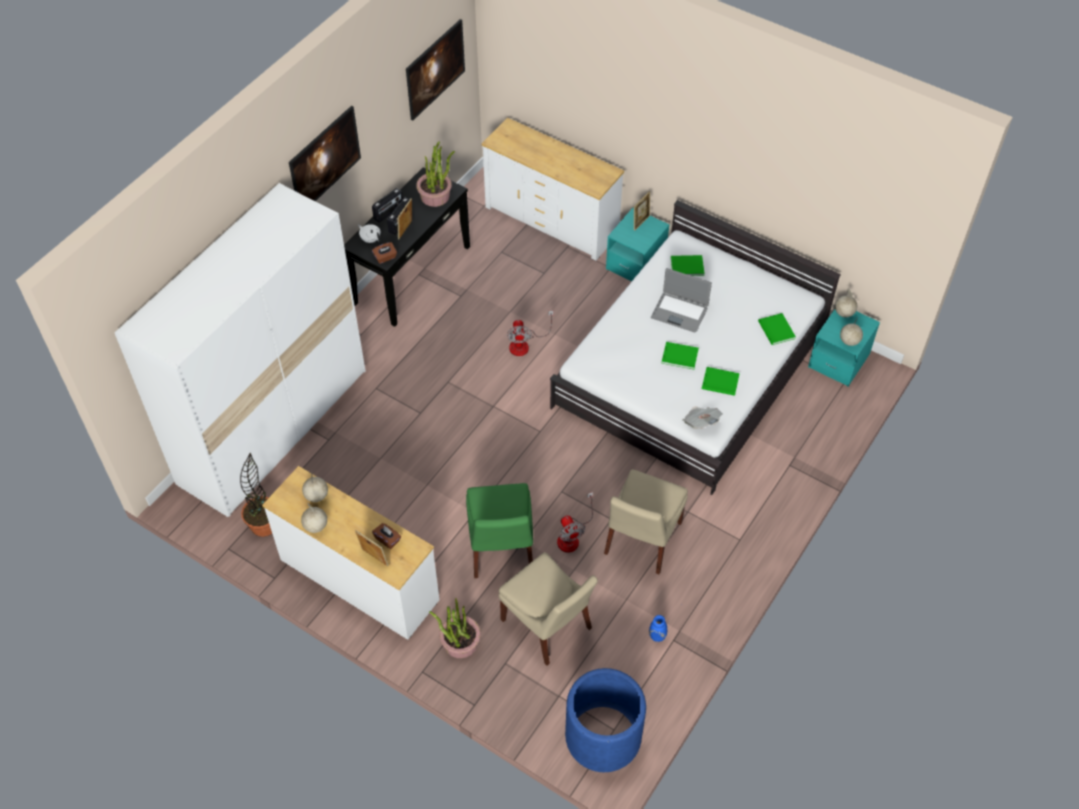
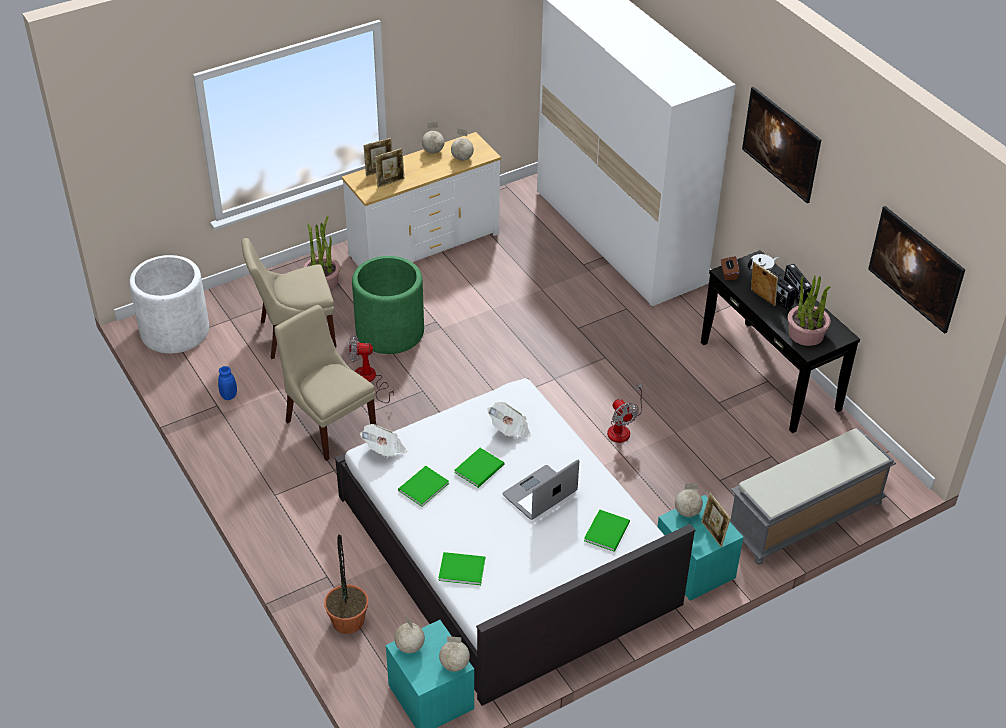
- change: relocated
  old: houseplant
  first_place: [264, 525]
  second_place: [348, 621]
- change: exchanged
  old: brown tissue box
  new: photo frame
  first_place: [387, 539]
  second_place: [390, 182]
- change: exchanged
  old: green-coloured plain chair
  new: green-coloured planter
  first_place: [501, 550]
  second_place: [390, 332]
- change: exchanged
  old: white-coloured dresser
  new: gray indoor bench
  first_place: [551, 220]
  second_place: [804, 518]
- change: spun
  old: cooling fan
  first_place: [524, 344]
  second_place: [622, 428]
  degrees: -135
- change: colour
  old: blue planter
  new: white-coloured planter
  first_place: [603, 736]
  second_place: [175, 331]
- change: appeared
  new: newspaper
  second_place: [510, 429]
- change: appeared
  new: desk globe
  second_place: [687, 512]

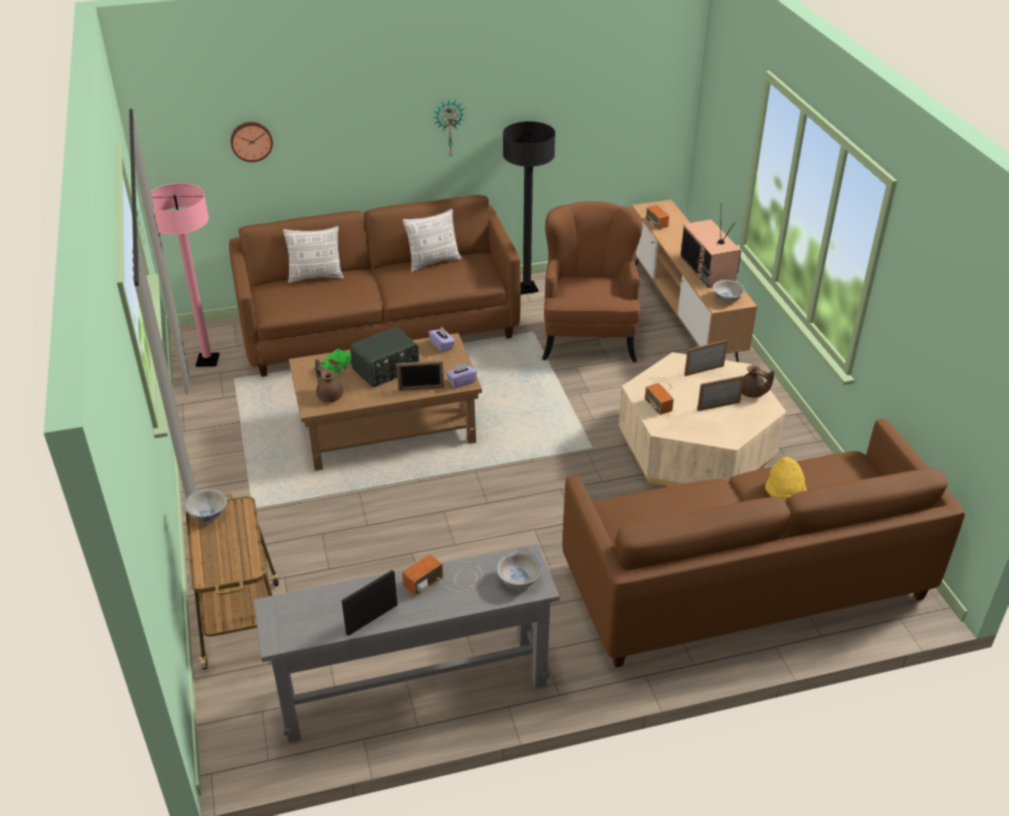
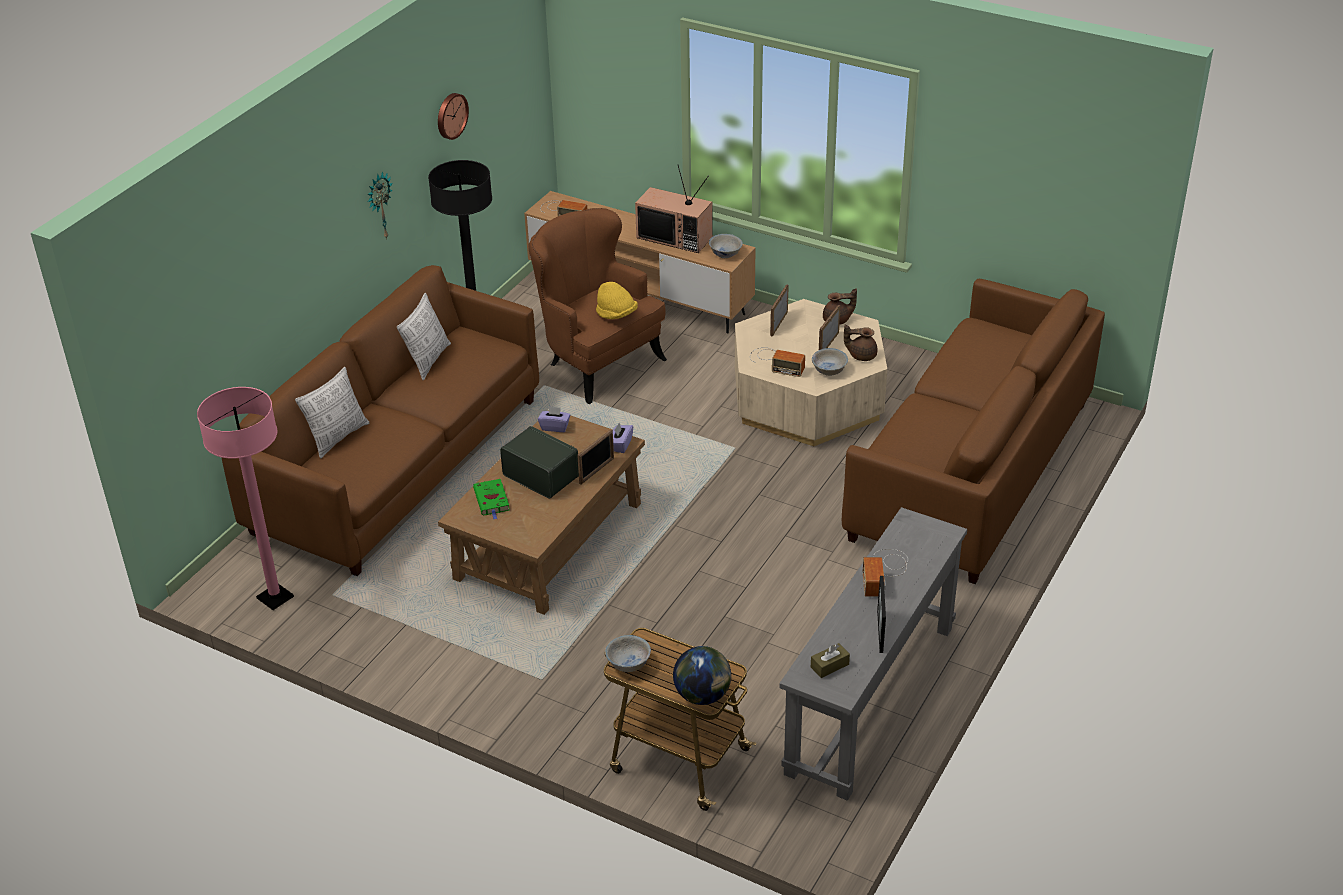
- change: relocated
  old: wall clock
  first_place: [251, 141]
  second_place: [450, 115]
- change: relocated
  old: brown tea pot
  first_place: [329, 395]
  second_place: [861, 355]
- change: spun
  old: radio
  first_place: [386, 370]
  second_place: [542, 475]
  degrees: -60
- change: relocated
  old: white-coloured serving bowl
  first_place: [519, 579]
  second_place: [829, 370]
- change: relocated
  old: yellow-coloured wearable hat
  first_place: [784, 494]
  second_place: [616, 314]
- change: appeared
  new: desk globe
  second_place: [702, 695]
- change: appeared
  new: brown tissue box
  second_place: [829, 666]

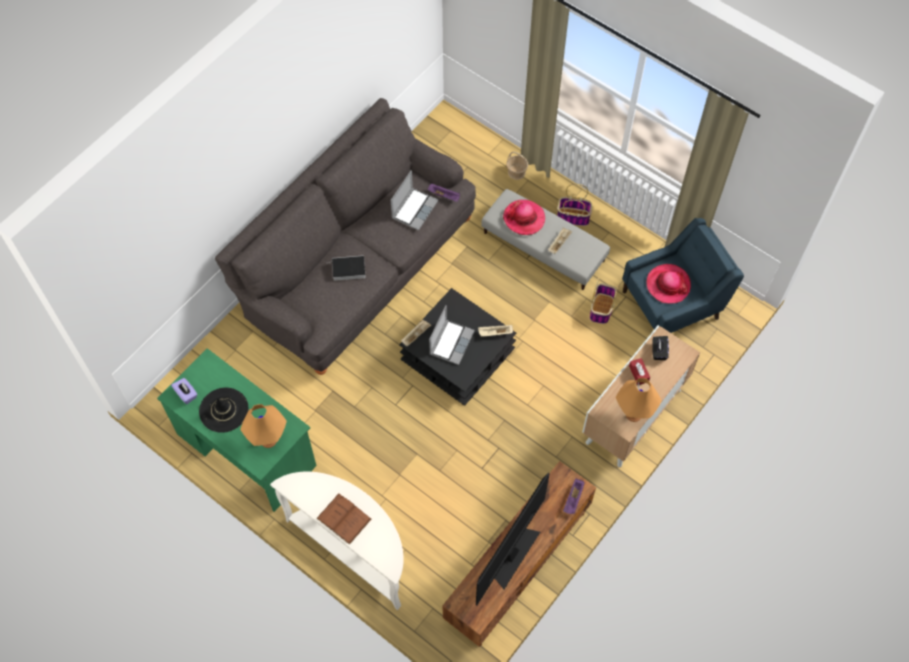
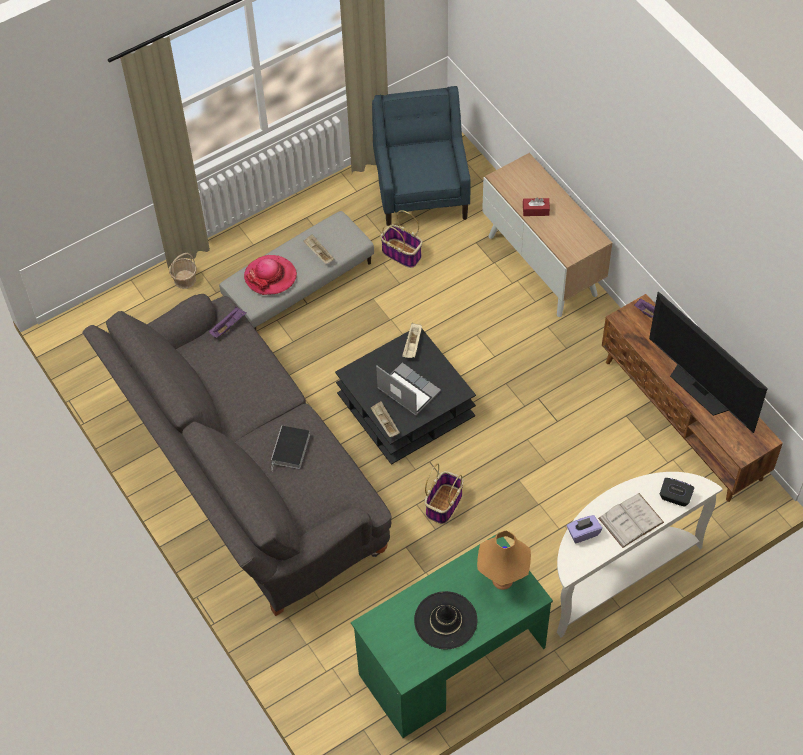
- change: relocated
  old: purplish tissue box
  first_place: [186, 394]
  second_place: [583, 533]
- change: colour
  old: brown book
  new: white-coloured book
  first_place: [344, 518]
  second_place: [631, 520]
- change: missing
  old: laptop
  first_place: [414, 209]
- change: relocated
  old: basket
  first_place: [573, 217]
  second_place: [444, 503]
- change: missing
  old: orangey tabletop lamp
  first_place: [633, 414]
- change: missing
  old: wearable hat
  first_place: [668, 285]
- change: relocated
  old: black tissue box
  first_place: [658, 351]
  second_place: [675, 497]

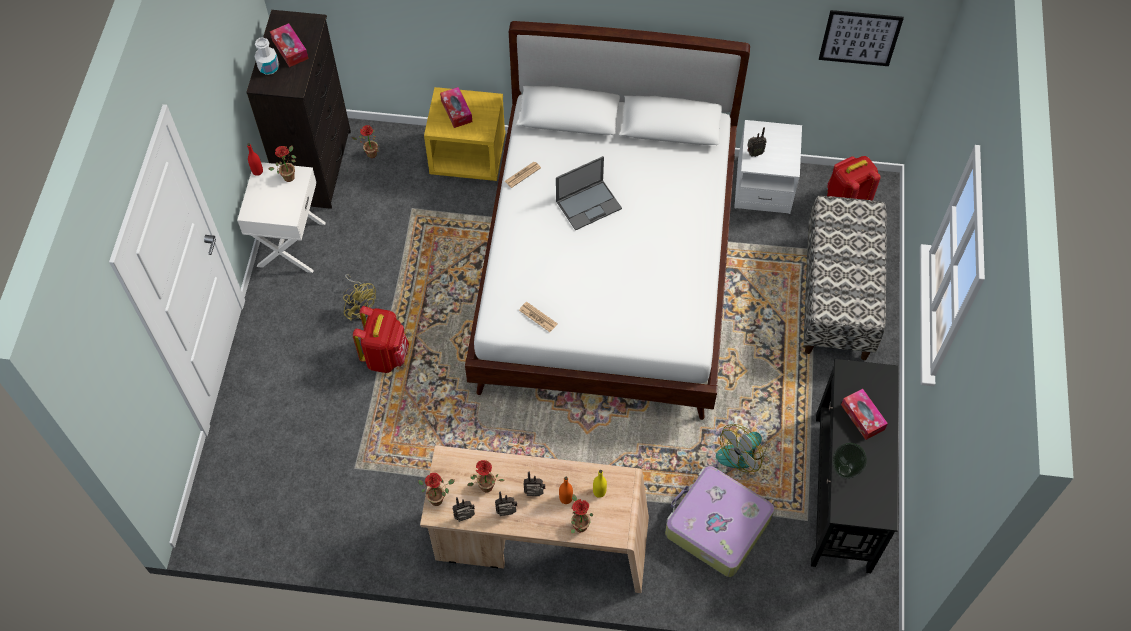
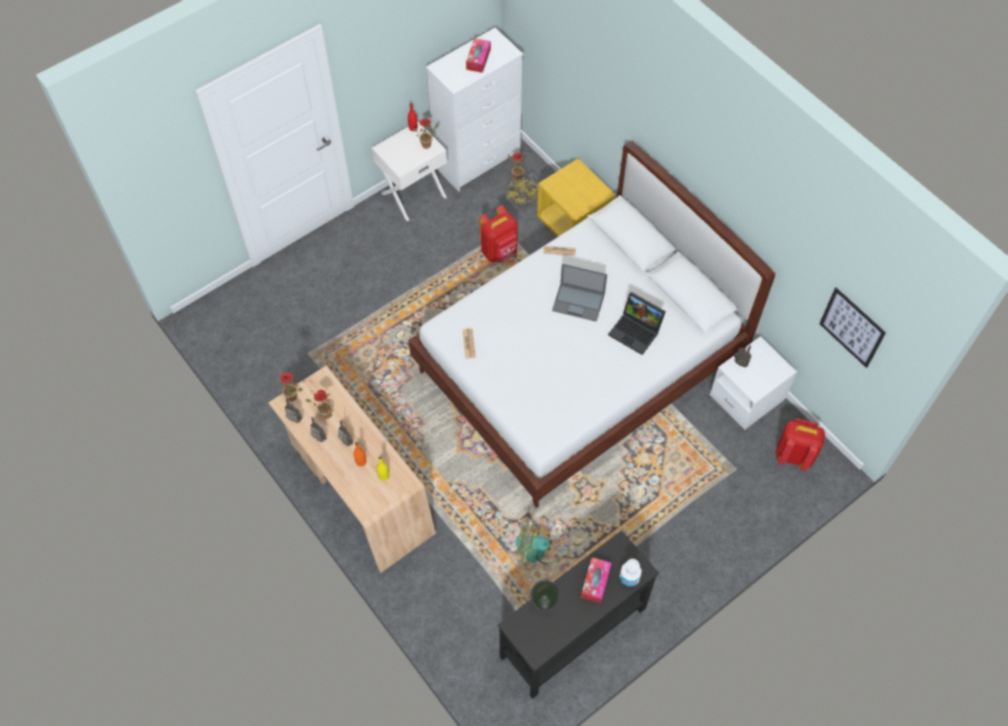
- change: colour
  old: black dresser
  new: white-coloured dresser
  first_place: [318, 166]
  second_place: [478, 160]
- change: relocated
  old: white-coloured drink bottle
  first_place: [269, 67]
  second_place: [629, 577]
- change: relocated
  old: yellow-coloured cooling fan
  first_place: [359, 306]
  second_place: [524, 198]
- change: relocated
  old: reddish rucksack
  first_place: [385, 356]
  second_place: [500, 252]
- change: missing
  old: tissue box
  first_place: [456, 111]
- change: missing
  old: houseplant
  first_place: [578, 524]
- change: missing
  old: travel case
  first_place: [716, 526]
- change: missing
  old: indoor bench
  first_place: [838, 297]
- change: appeared
  new: laptop
  second_place: [636, 331]

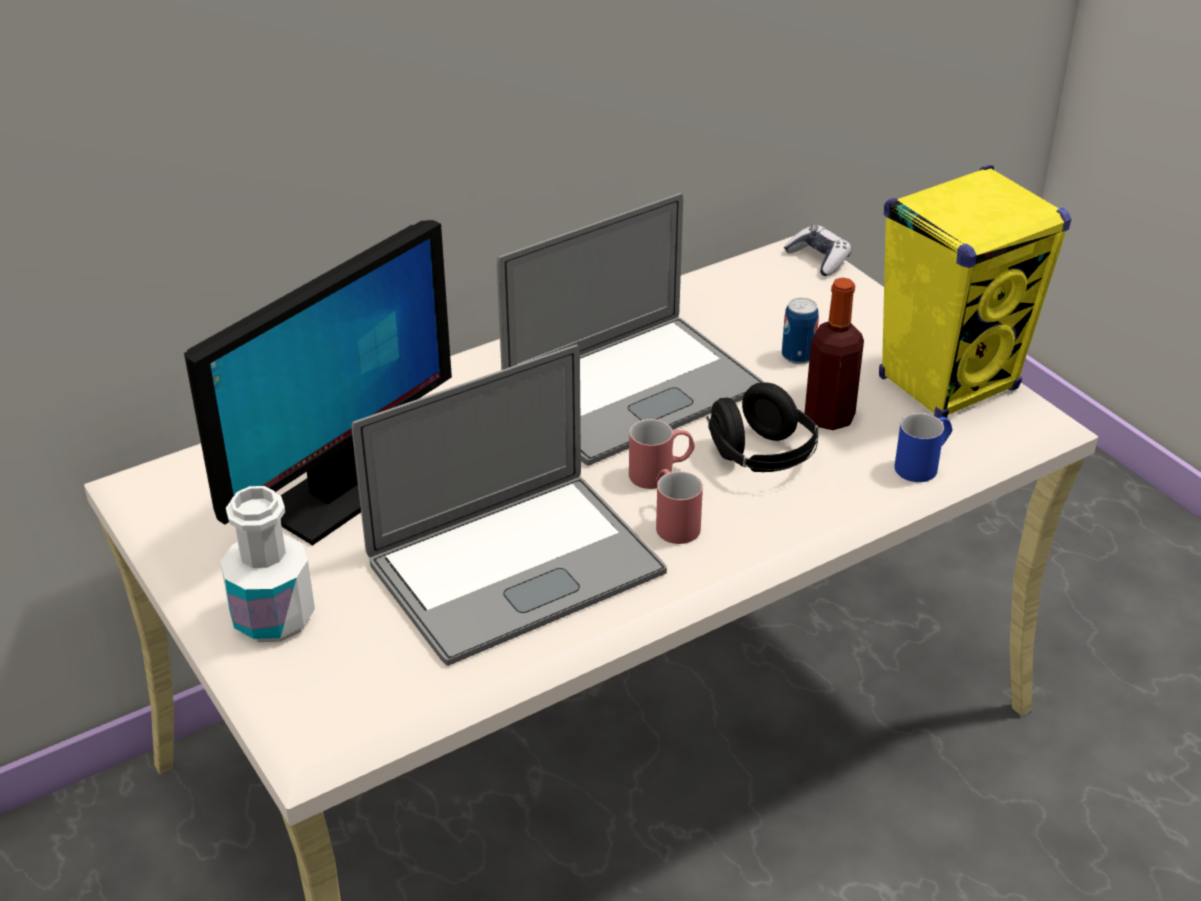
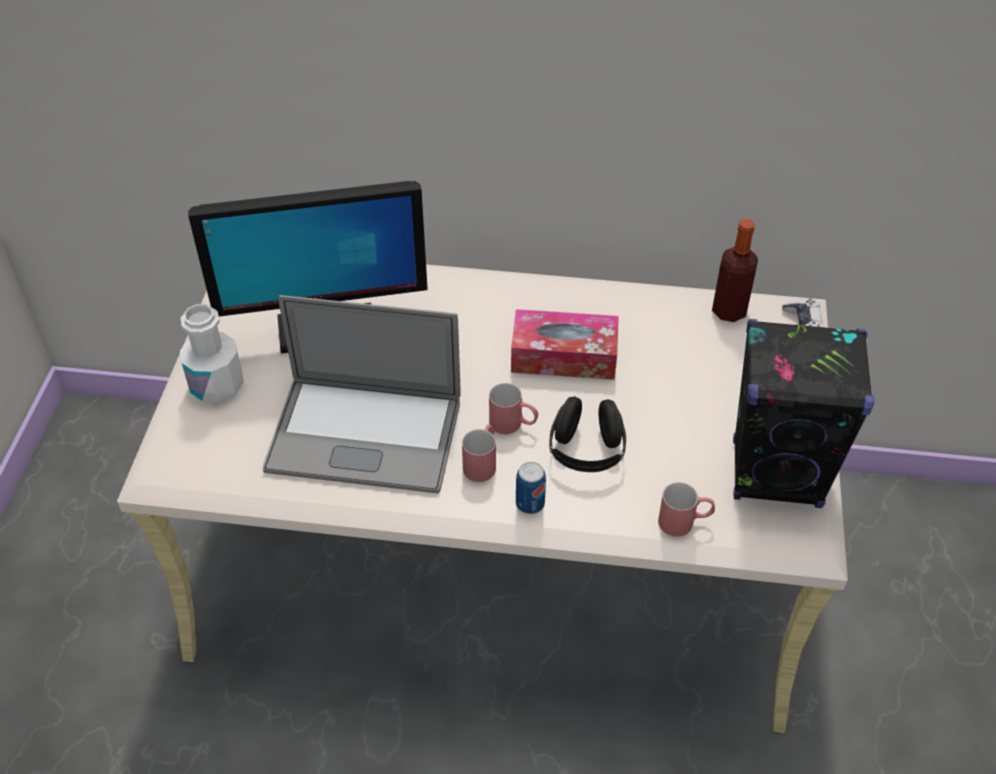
- change: exchanged
  old: laptop
  new: tissue box
  first_place: [633, 389]
  second_place: [564, 356]
- change: relocated
  old: can
  first_place: [798, 356]
  second_place: [530, 503]
- change: relocated
  old: drink bottle
  first_place: [829, 417]
  second_place: [729, 311]
- change: colour
  old: yellow-coloured loudspeaker
  new: black loudspeaker
  first_place: [948, 383]
  second_place: [777, 474]
- change: colour
  old: blue tea mug
  new: reddish tea mug
  first_place: [923, 464]
  second_place: [684, 522]

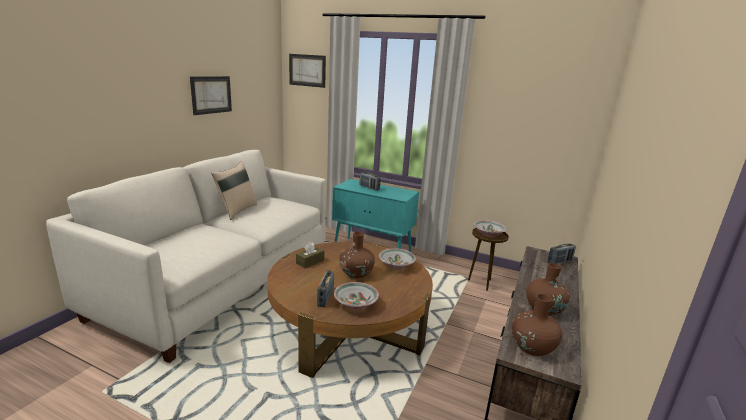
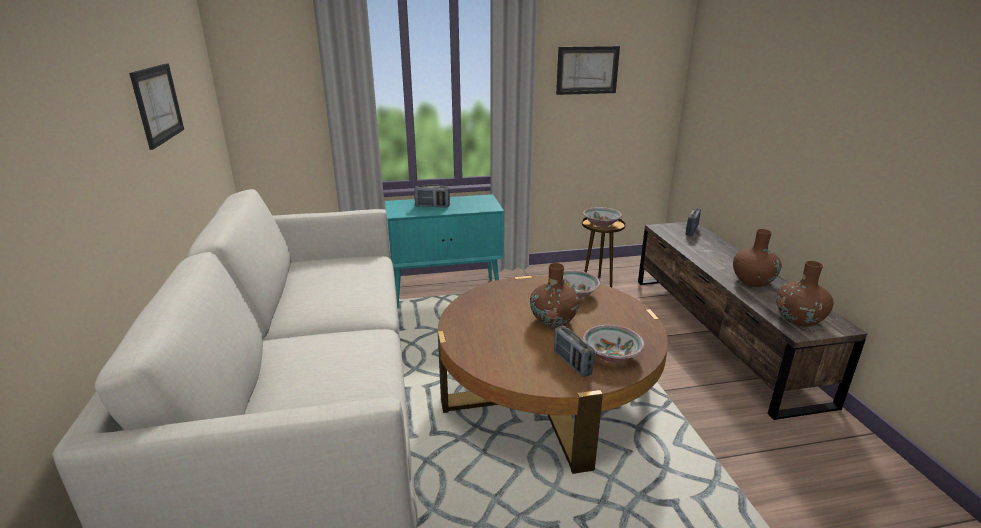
- change: missing
  old: beige pillow
  first_place: [236, 210]
- change: relocated
  old: wall picture
  first_place: [307, 70]
  second_place: [587, 70]
- change: missing
  old: brown tissue box
  first_place: [310, 262]

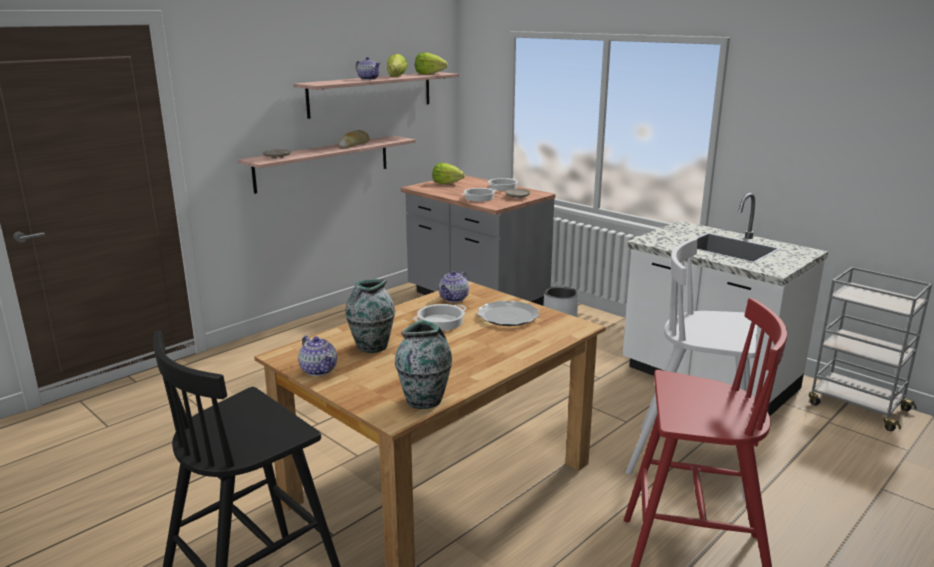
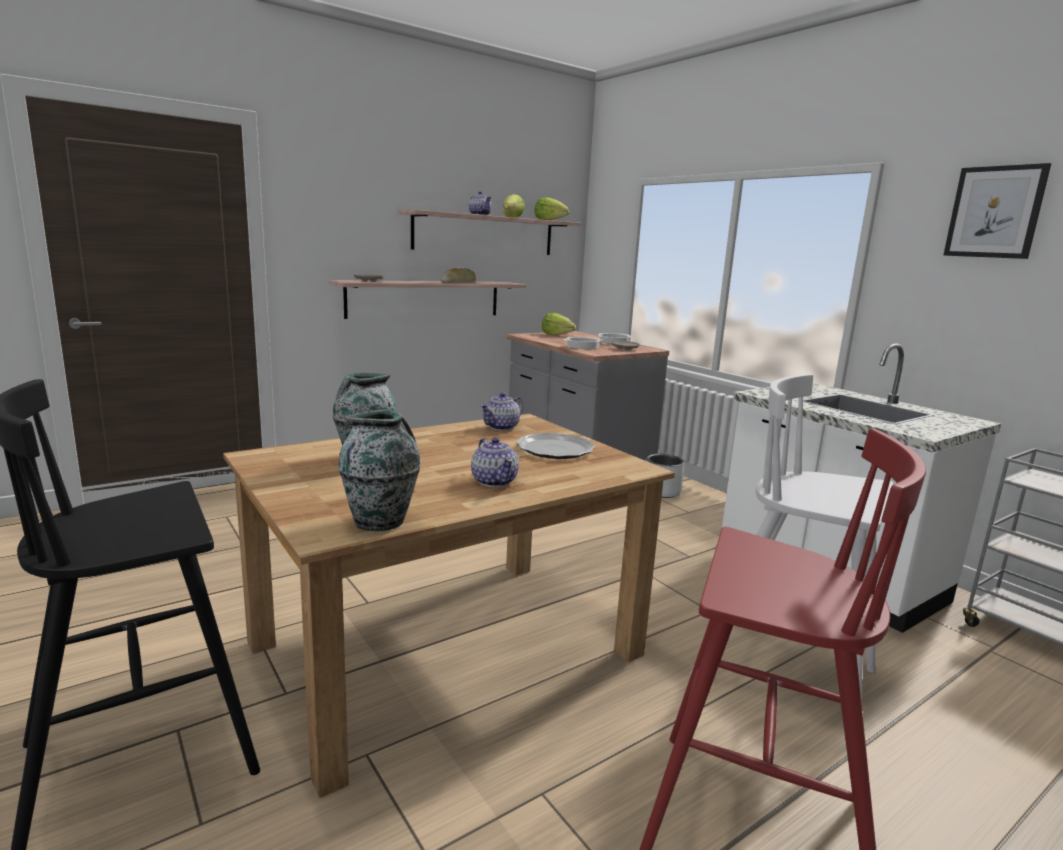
- change: relocated
  old: tea pot
  first_place: [319, 370]
  second_place: [494, 481]
- change: missing
  old: cooking pot
  first_place: [441, 322]
- change: appeared
  new: wall picture
  second_place: [995, 212]

